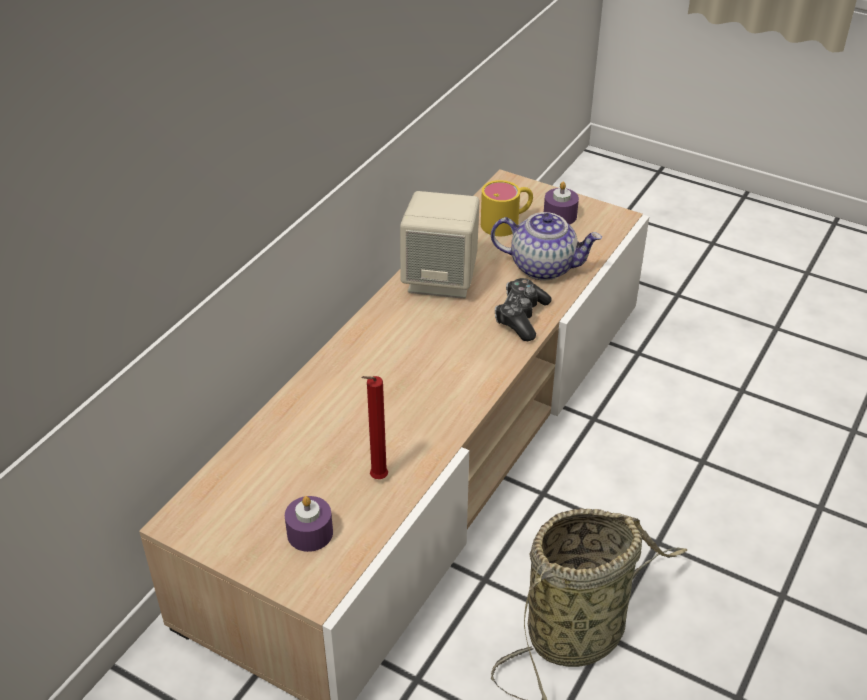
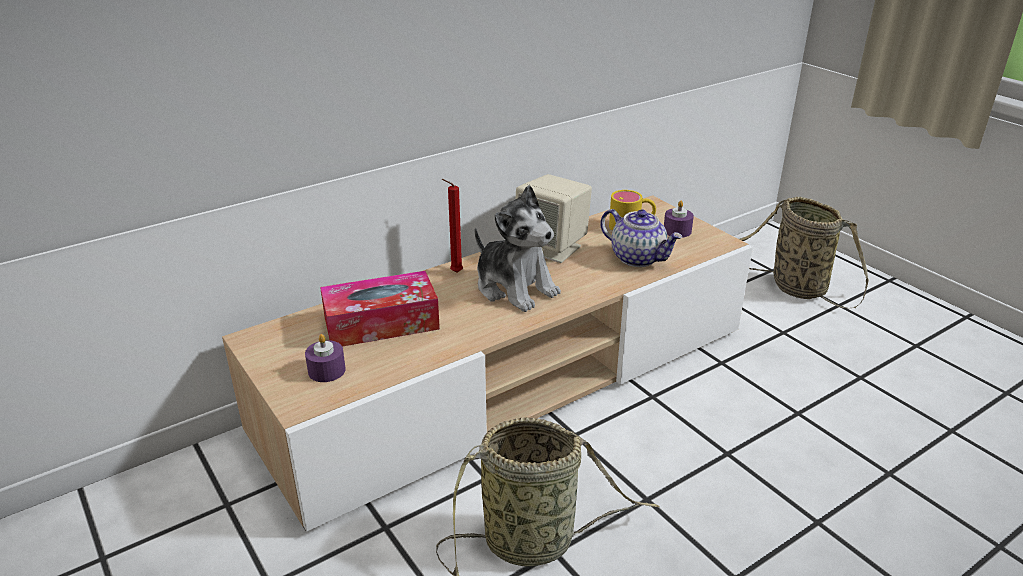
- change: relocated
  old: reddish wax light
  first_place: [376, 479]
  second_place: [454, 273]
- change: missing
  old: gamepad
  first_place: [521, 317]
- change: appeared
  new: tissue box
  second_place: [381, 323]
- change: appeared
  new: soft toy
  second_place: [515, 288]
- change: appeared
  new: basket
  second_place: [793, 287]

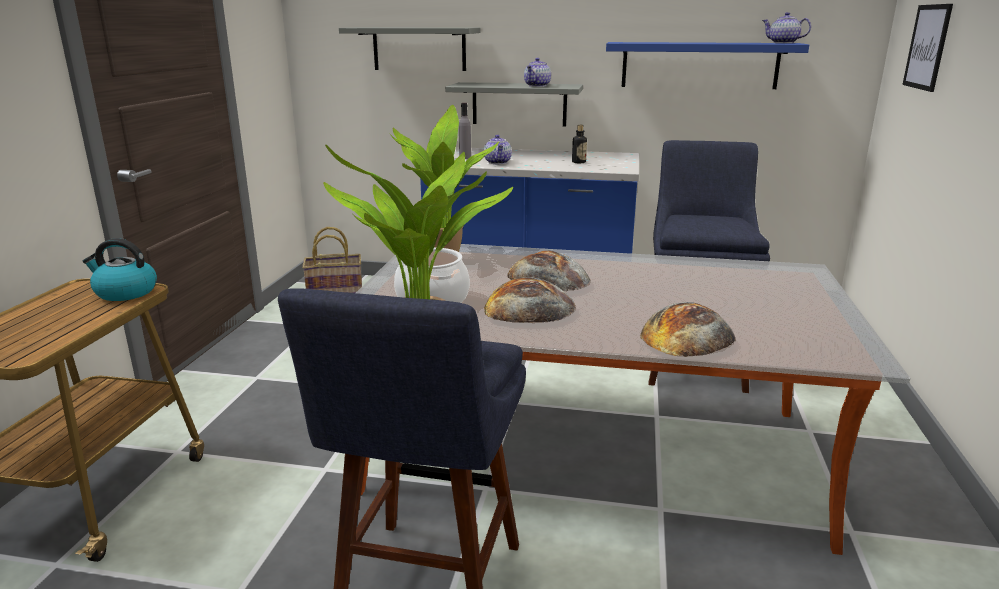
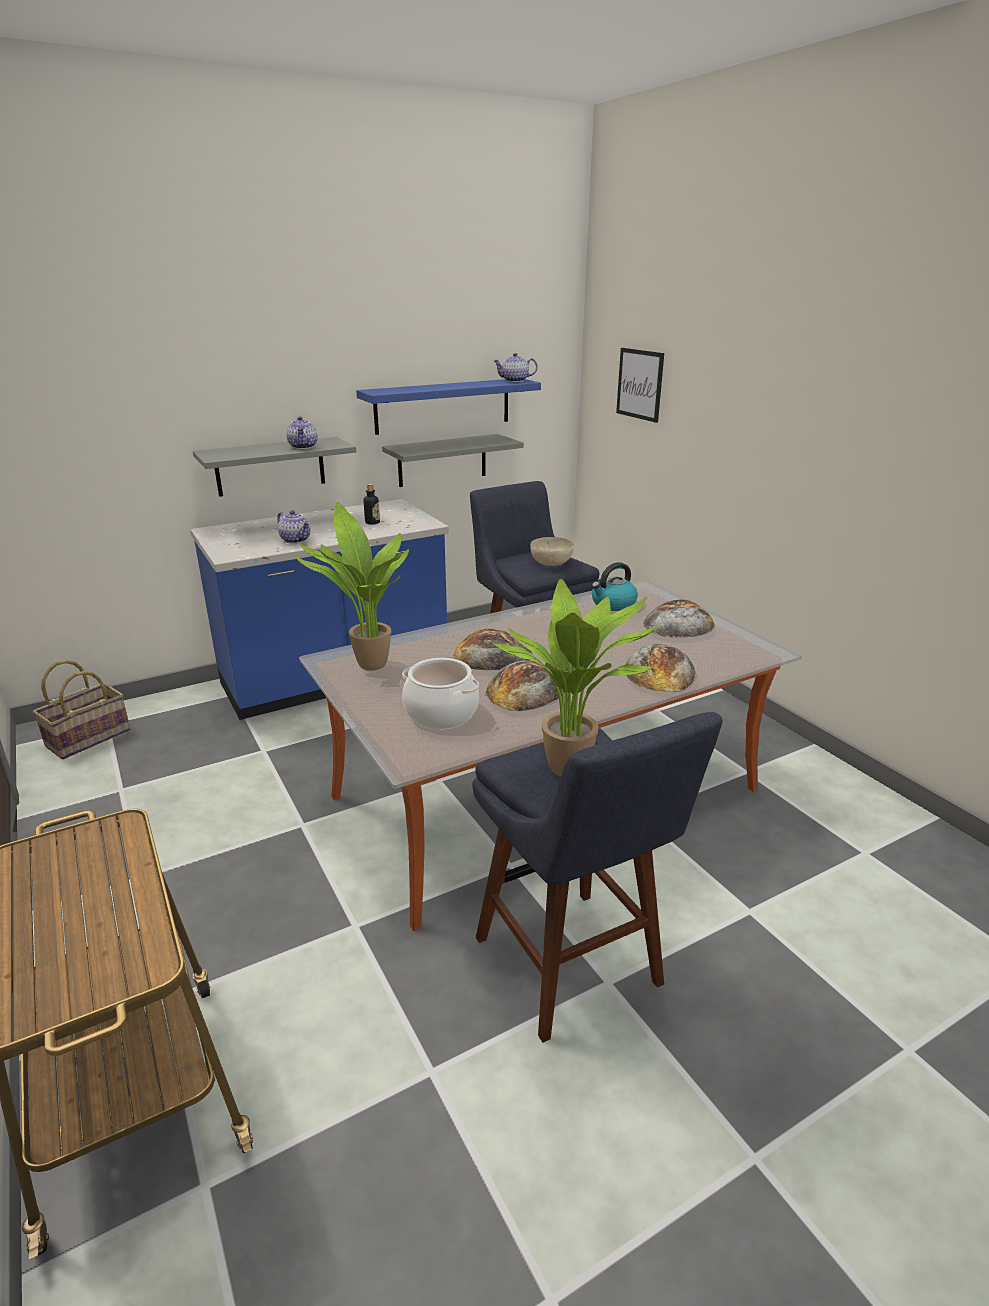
- change: relocated
  old: tea kettle
  first_place: [125, 292]
  second_place: [613, 604]
- change: relocated
  old: gray shelf
  first_place: [419, 49]
  second_place: [442, 460]
- change: missing
  old: gray drink bottle
  first_place: [465, 158]
- change: appeared
  new: beige serving bowl
  second_place: [552, 562]
- change: appeared
  new: bread
  second_place: [678, 623]

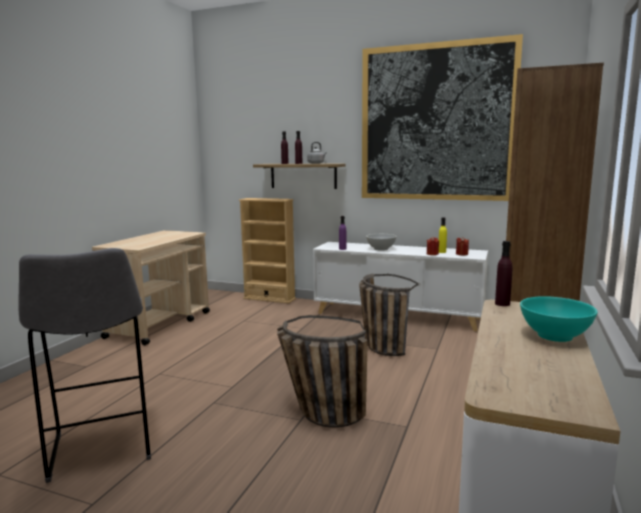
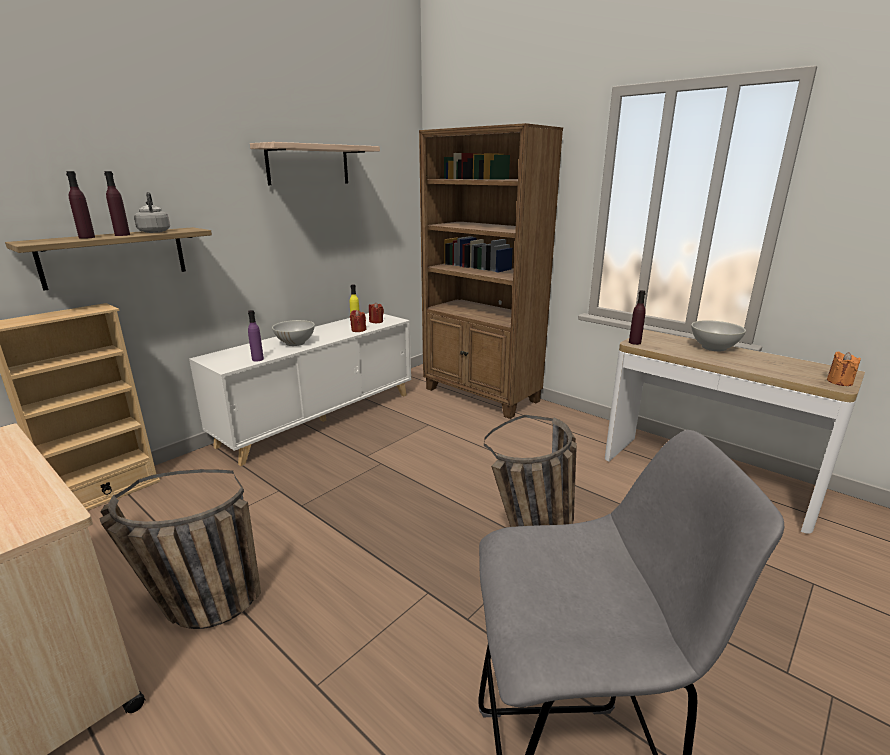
- change: relocated
  old: basket
  first_place: [379, 345]
  second_place: [191, 608]
- change: exchanged
  old: wall picture
  new: shelf
  first_place: [436, 123]
  second_place: [308, 165]
- change: colour
  old: turquoise-coloured serving bowl
  new: white-coloured serving bowl
  first_place: [554, 336]
  second_place: [714, 348]
- change: appeared
  new: orangey wax light
  second_place: [839, 382]

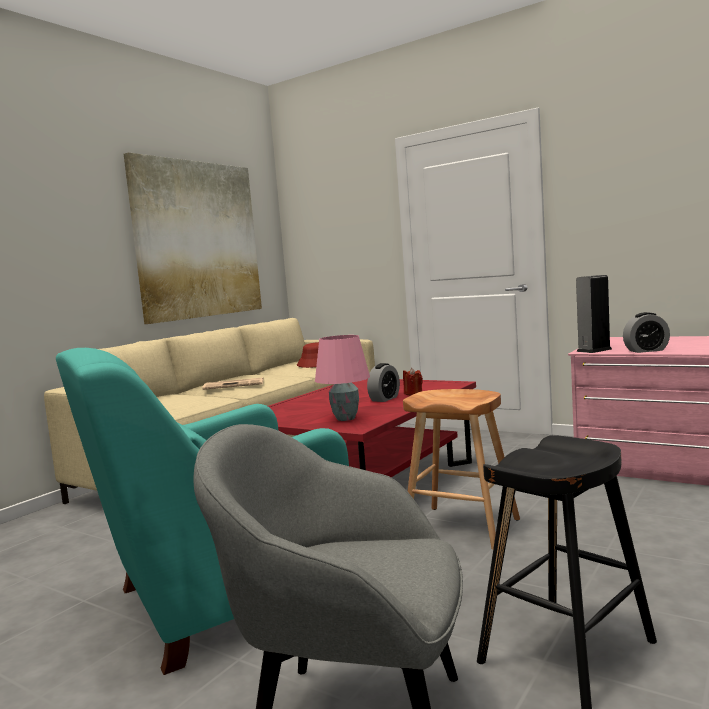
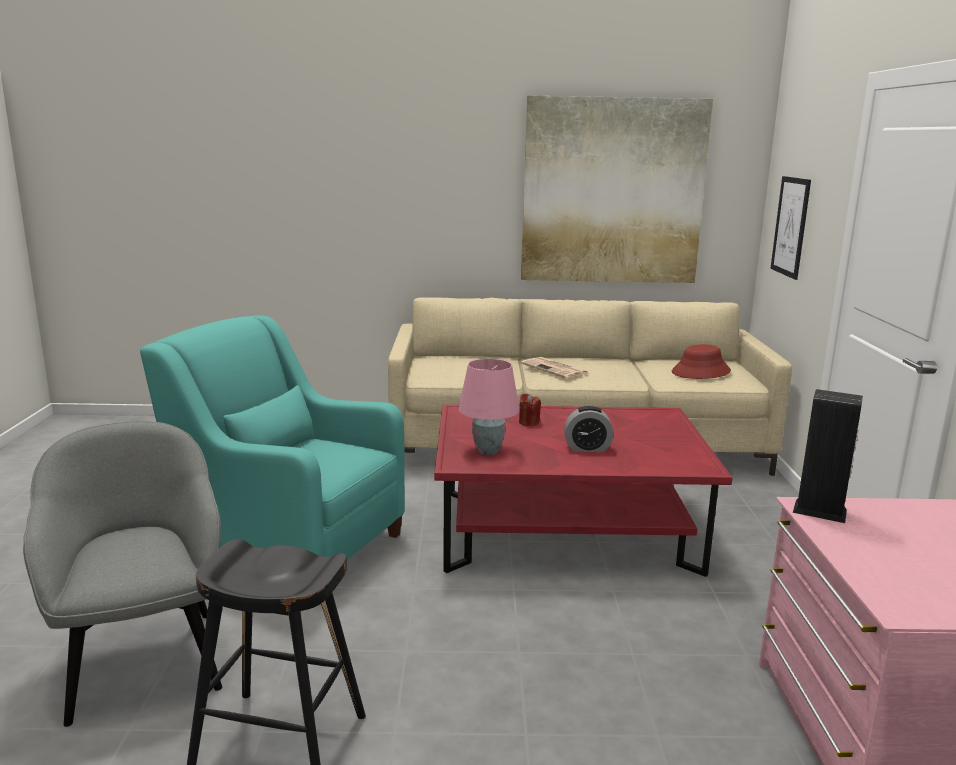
- change: relocated
  old: reddish wax light
  first_place: [413, 393]
  second_place: [529, 422]
- change: missing
  old: brown stool seat
  first_place: [461, 527]
- change: missing
  old: bedside clock
  first_place: [646, 350]
- change: appeared
  new: wall picture
  second_place: [790, 226]

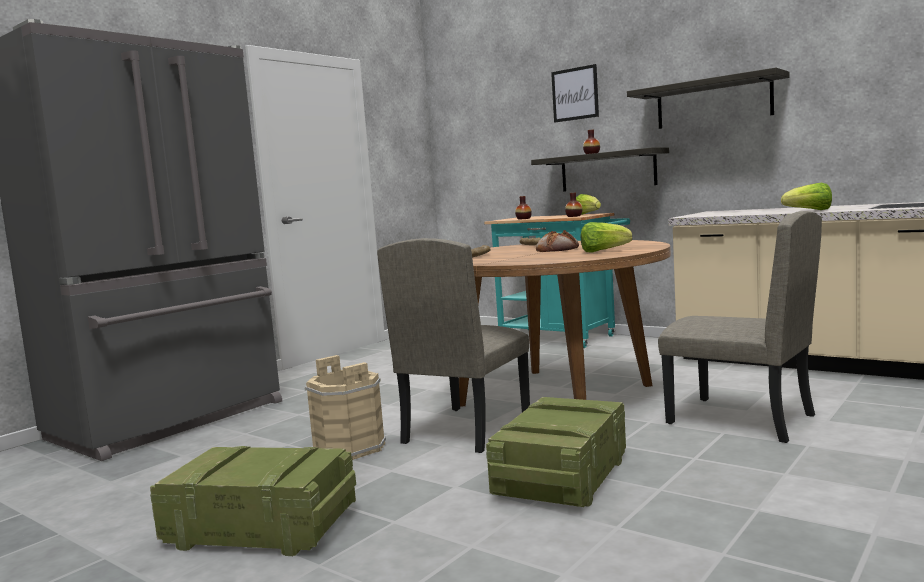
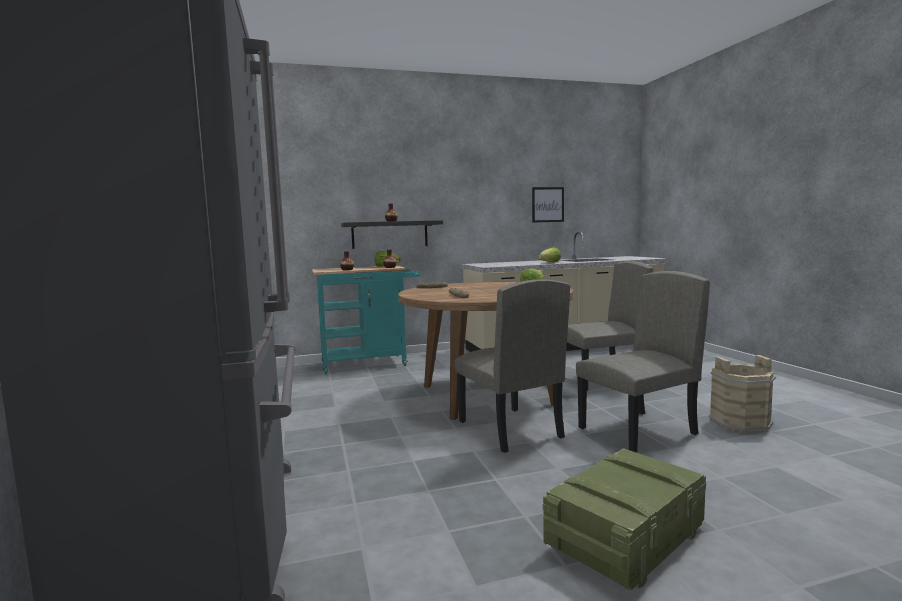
- change: relocated
  old: beige pail
  first_place: [349, 448]
  second_place: [740, 423]
- change: exchanged
  old: packing crate
  new: beige plain chair
  first_place: [562, 478]
  second_place: [638, 431]
- change: missing
  old: bread
  first_place: [557, 249]
- change: relocated
  old: wall picture
  first_place: [575, 94]
  second_place: [547, 204]
- change: missing
  old: shelf
  first_place: [713, 102]

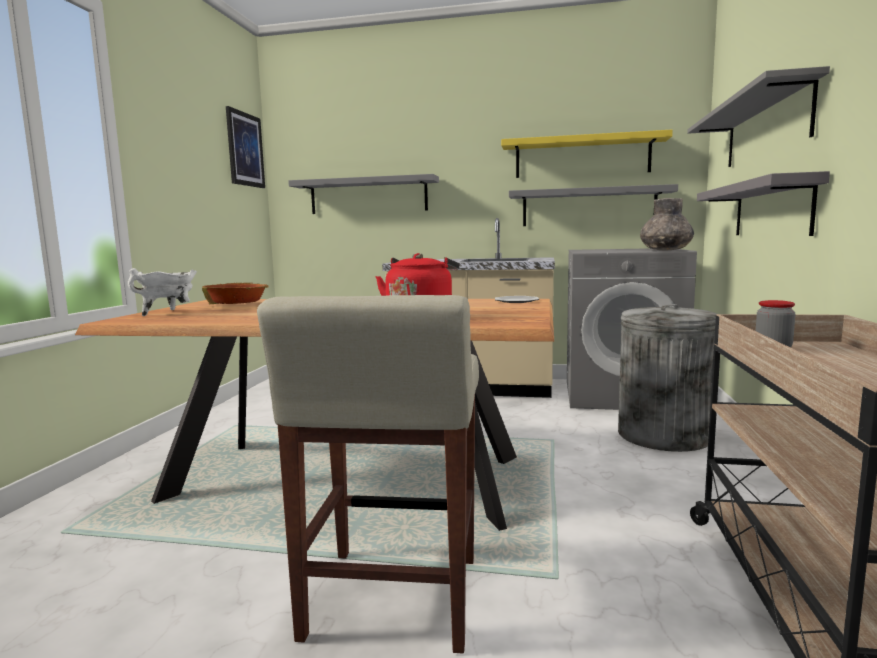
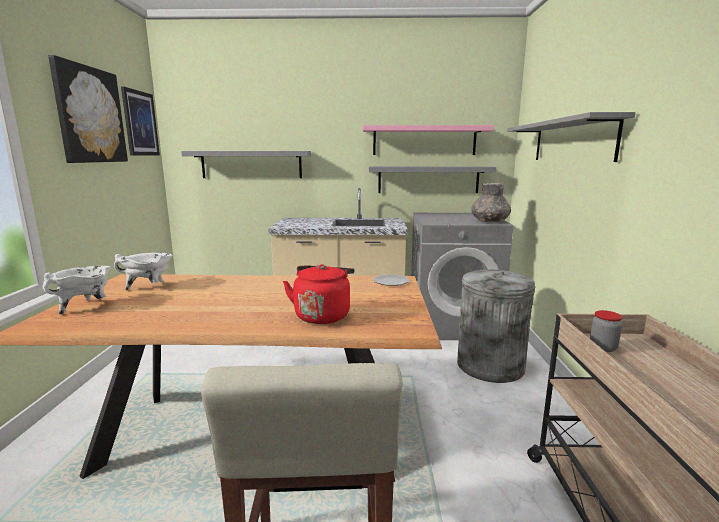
- change: exchanged
  old: serving bowl
  new: white-coloured cooking pot
  first_place: [237, 304]
  second_place: [149, 287]
- change: colour
  old: yellow-coloured shelf
  new: pink shelf
  first_place: [582, 157]
  second_place: [424, 140]
- change: missing
  old: gray shelf
  first_place: [771, 209]
- change: appeared
  new: wall picture
  second_place: [90, 115]

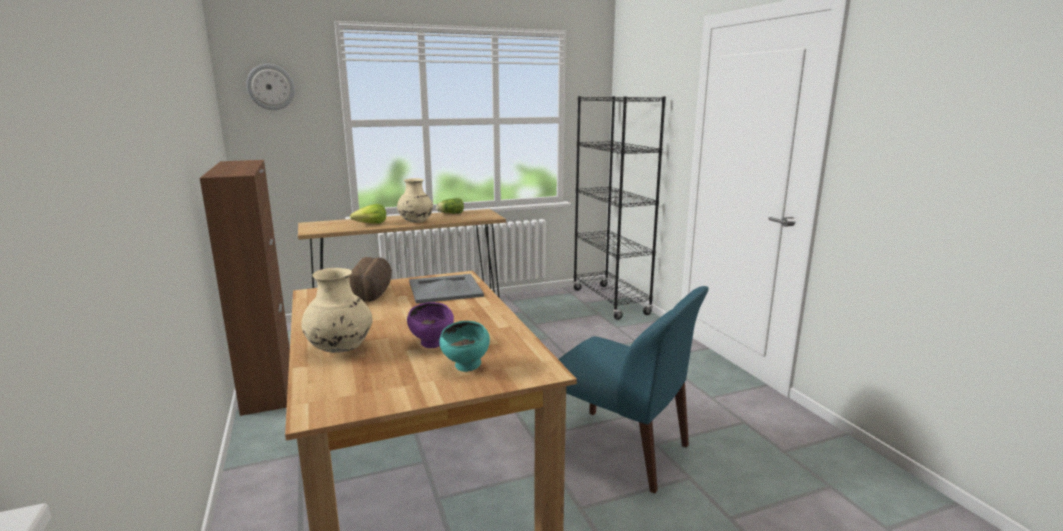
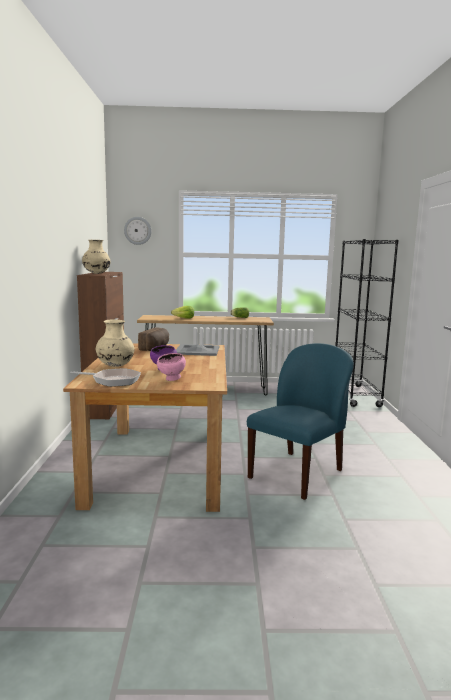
- change: relocated
  old: beige decorative vase
  first_place: [416, 222]
  second_place: [96, 273]
- change: colour
  old: turquoise-coloured serving bowl
  new: pink serving bowl
  first_place: [466, 368]
  second_place: [171, 379]
- change: spun
  old: blue plain chair
  first_place: [622, 450]
  second_place: [297, 473]
  degrees: -105
- change: appeared
  new: pan
  second_place: [113, 381]

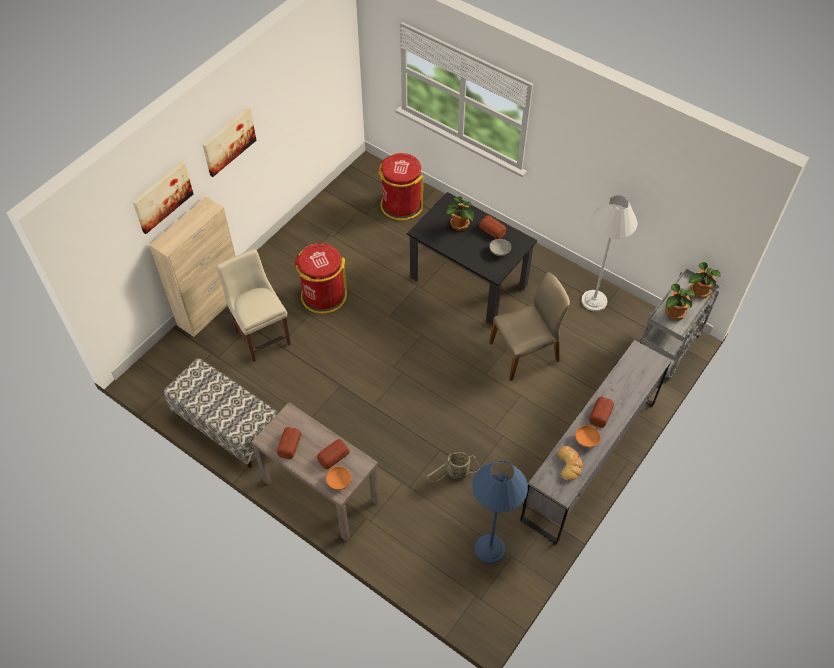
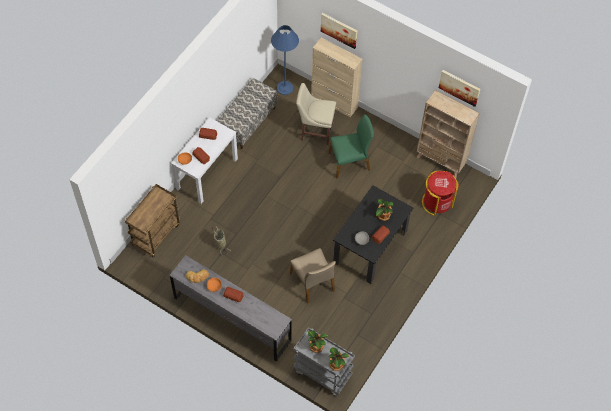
- change: relocated
  old: wall picture
  first_place: [228, 141]
  second_place: [459, 87]
- change: spun
  old: beige plain chair
  first_place: [261, 335]
  second_place: [315, 131]
  degrees: -135
- change: colour
  old: brown console table
  new: white-coloured console table
  first_place: [320, 491]
  second_place: [207, 173]
- change: exchanged
  old: reddish waste bin
  new: green-coloured plain chair
  first_place: [323, 295]
  second_place: [349, 162]
- change: relocated
  old: blue floor lamp
  first_place: [489, 549]
  second_place: [285, 88]
- change: missing
  old: white-coloured floor lamp
  first_place: [594, 301]
- change: appeared
  new: brown trolley
  second_place: [156, 234]
- change: appeared
  new: beige bookcase
  second_place: [440, 161]

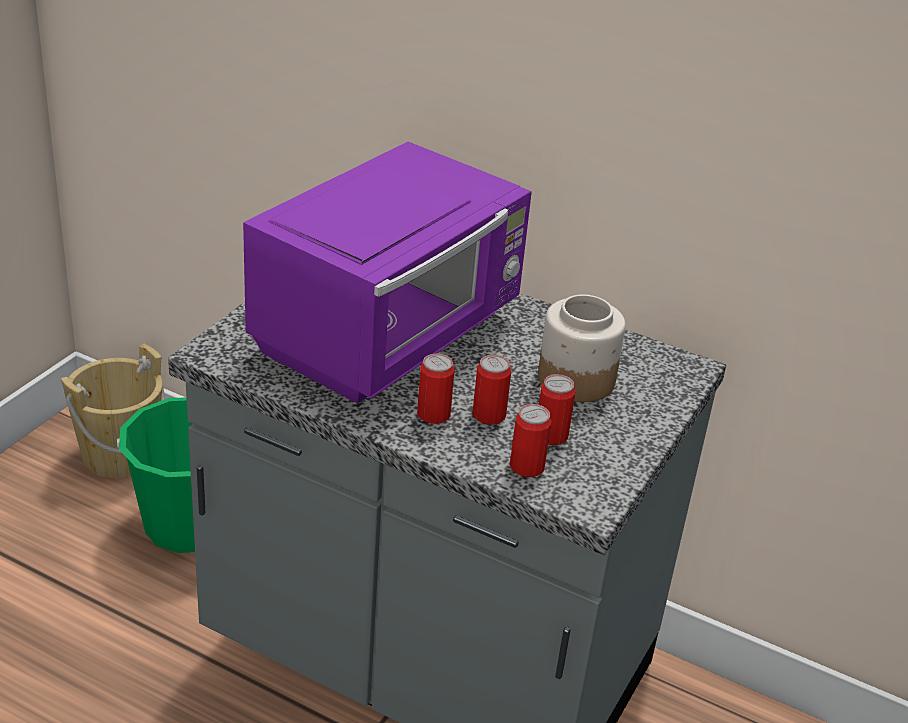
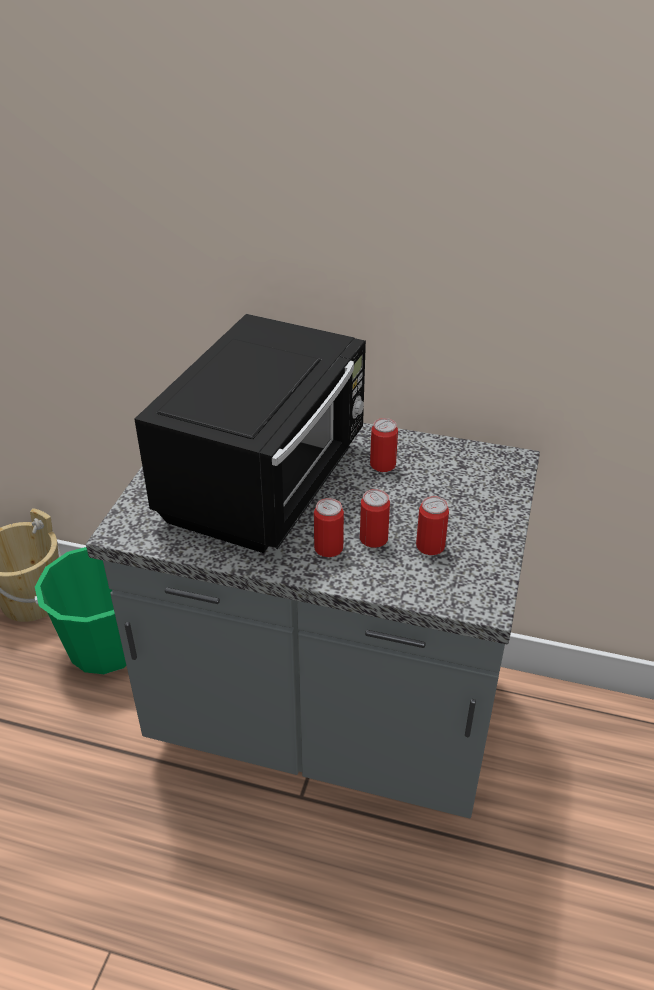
- change: colour
  old: purplish kitchen microwave
  new: black kitchen microwave
  first_place: [390, 334]
  second_place: [267, 481]
- change: relocated
  old: can
  first_place: [527, 467]
  second_place: [383, 465]
- change: missing
  old: storage jar
  first_place: [575, 379]

